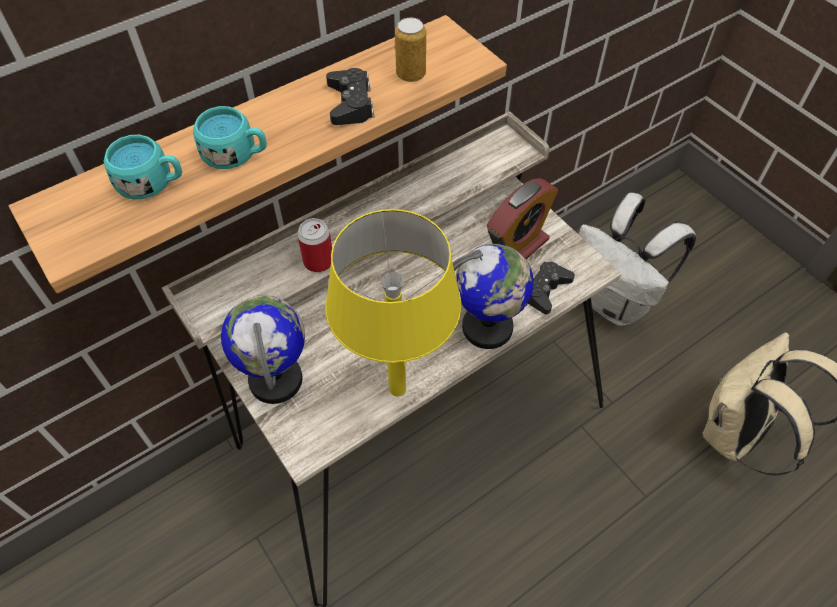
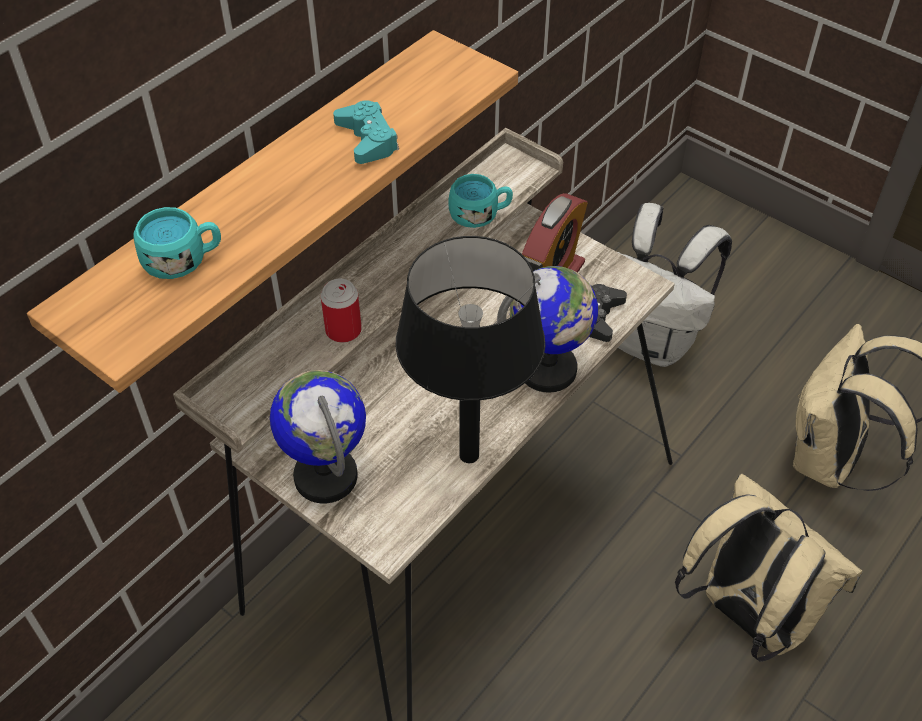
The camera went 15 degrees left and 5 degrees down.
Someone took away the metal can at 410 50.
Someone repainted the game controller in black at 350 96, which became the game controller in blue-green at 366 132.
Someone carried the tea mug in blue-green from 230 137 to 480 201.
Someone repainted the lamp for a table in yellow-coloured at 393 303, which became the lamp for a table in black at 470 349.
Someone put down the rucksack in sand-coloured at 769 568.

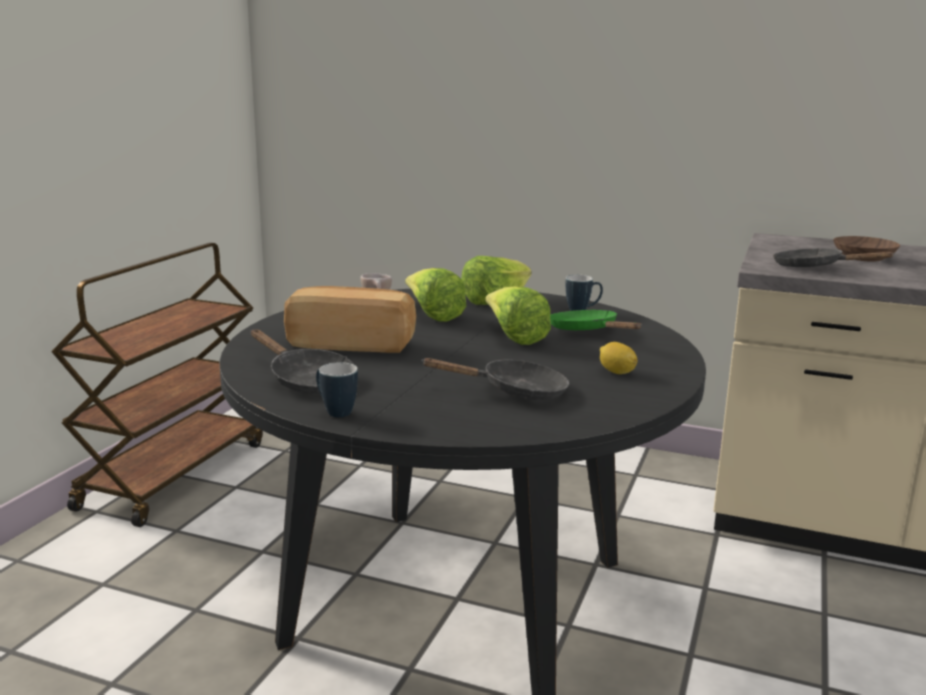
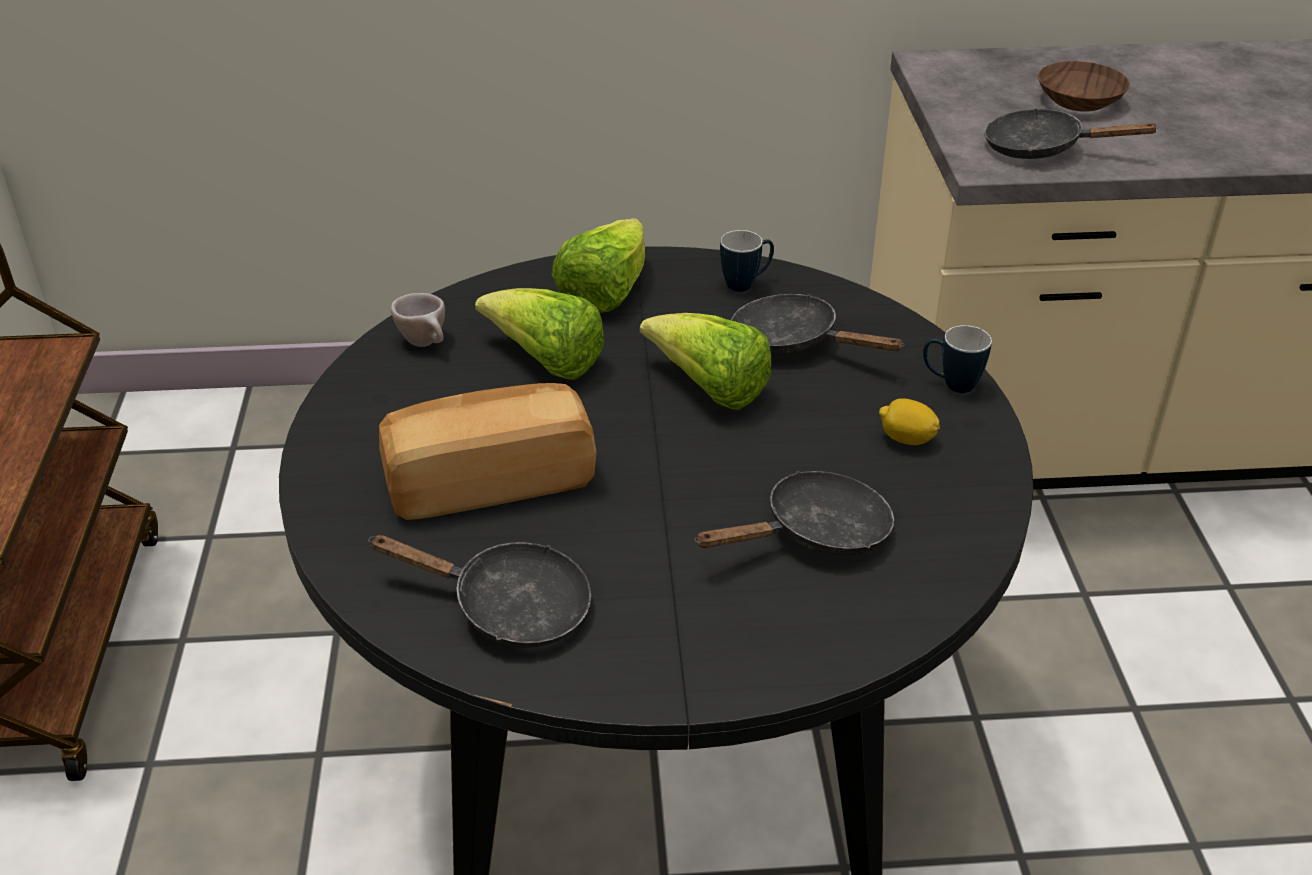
The camera went 25 degrees left and 20 degrees up.
Someone repainted the pan in green at 596 320, which became the pan in black at 817 324.
Someone carried the tea mug from 337 389 to 957 359.

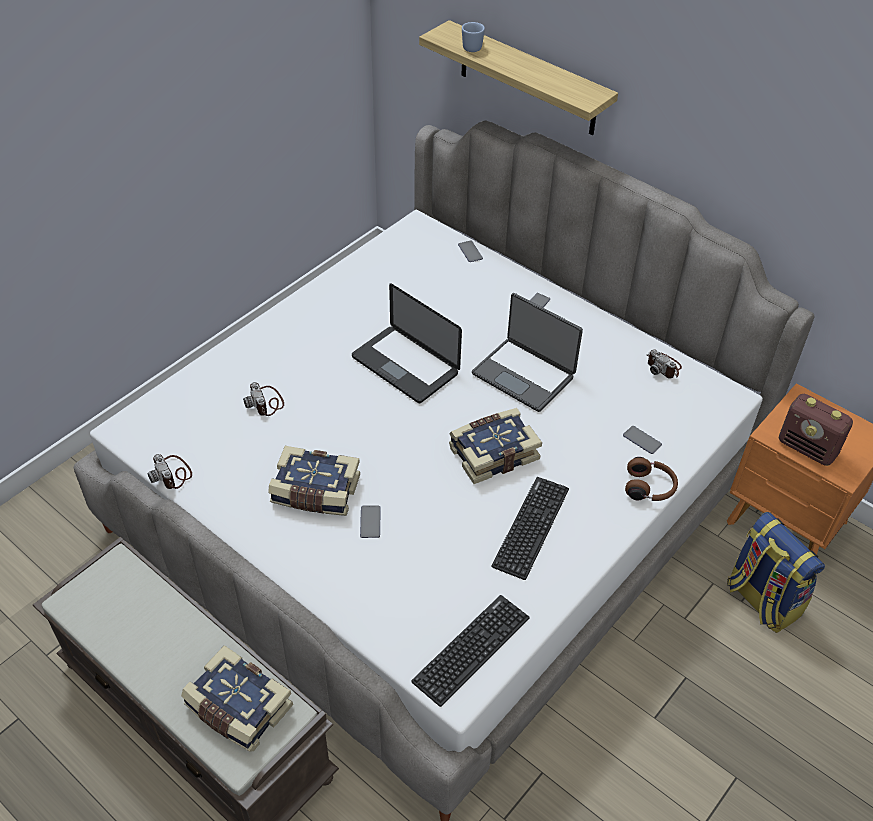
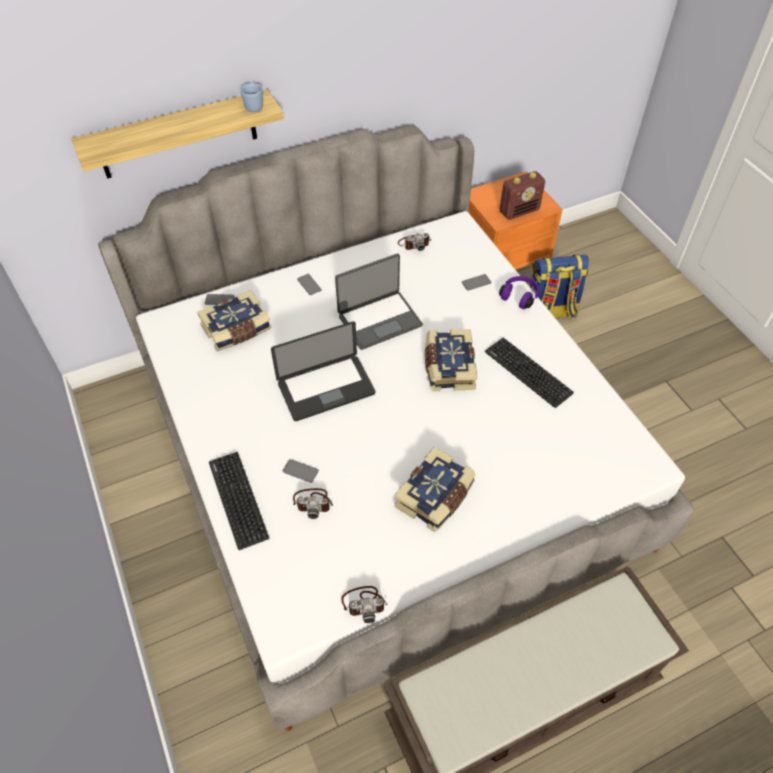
The camera went 65 degrees left and 5 degrees up.
Someone carried the tea mug in blue from 473 37 to 251 97.
Someone repainted the headphones in brownish at 651 479, which became the headphones in purplish at 519 292.
Someone carried the phone from 370 521 to 301 471.
Someone carried the computer keyboard from 470 651 to 239 501.
Someone carried the volume from 237 698 to 234 321.

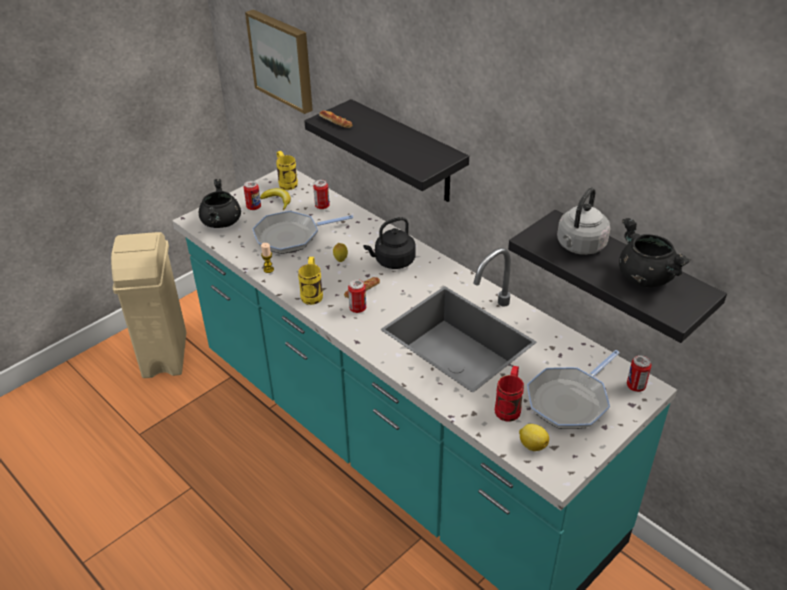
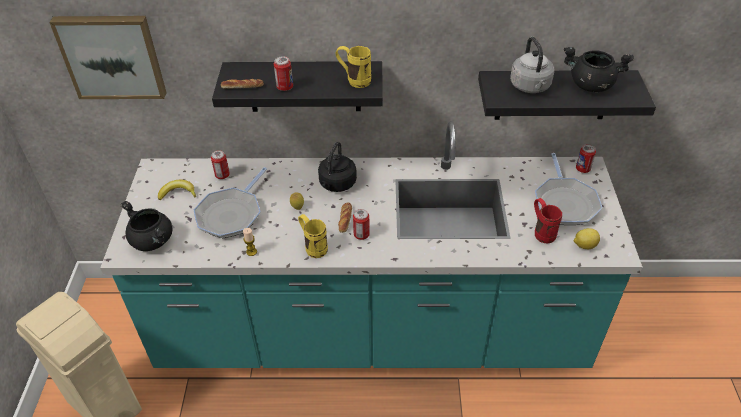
The camera went 45 degrees left and 5 degrees up.
Someone carried the tea mug in yellow-coloured from 287 170 to 353 67.
Someone carried the metal can from 252 195 to 283 73.

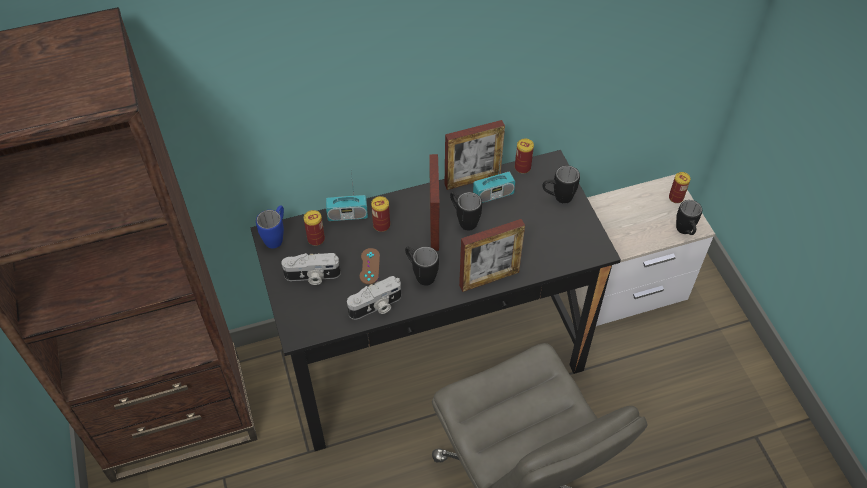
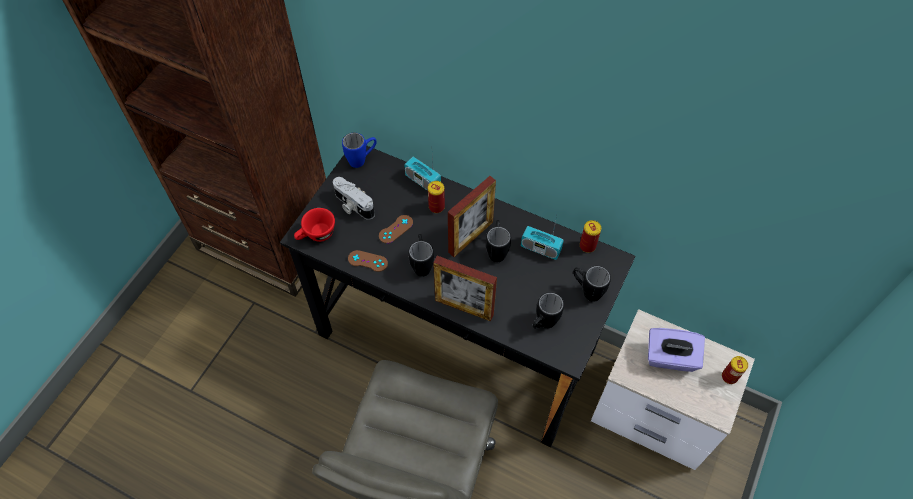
The camera went 45 degrees right and 5 degrees up.
Someone took away the photo frame at 475 155.
Someone carried the tea mug in black from 689 217 to 548 310.
Someone took away the metal can at 314 228.
Someone swapped the photo camera at 374 298 for the game controller in brownish at 368 261.
Someone put down the drinking cup in red at 314 225.
Someone put down the box of tissues in purplish at 676 350.

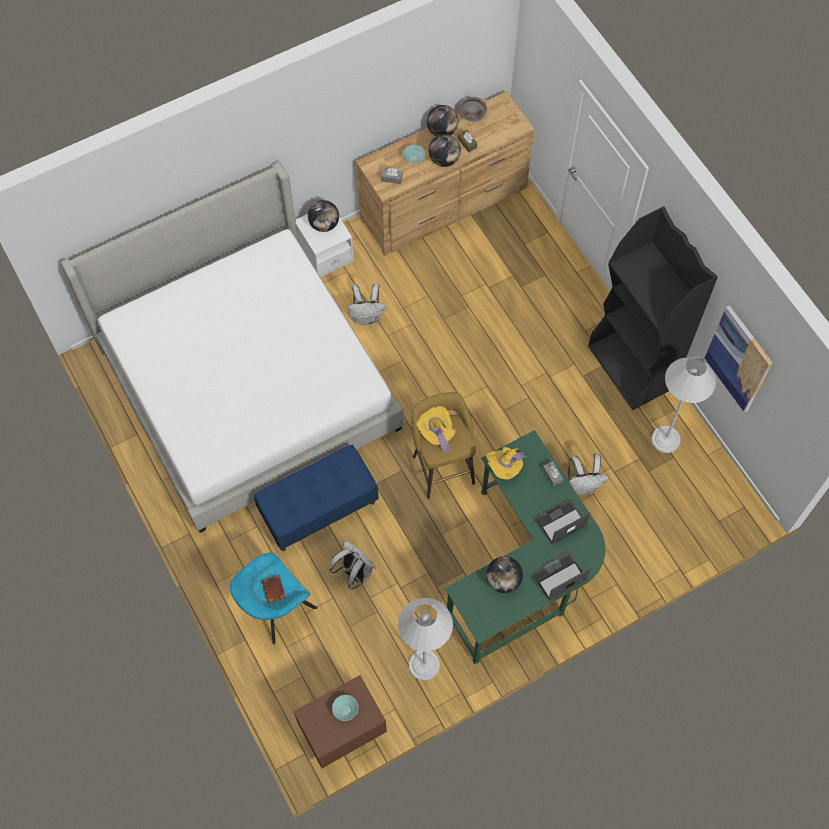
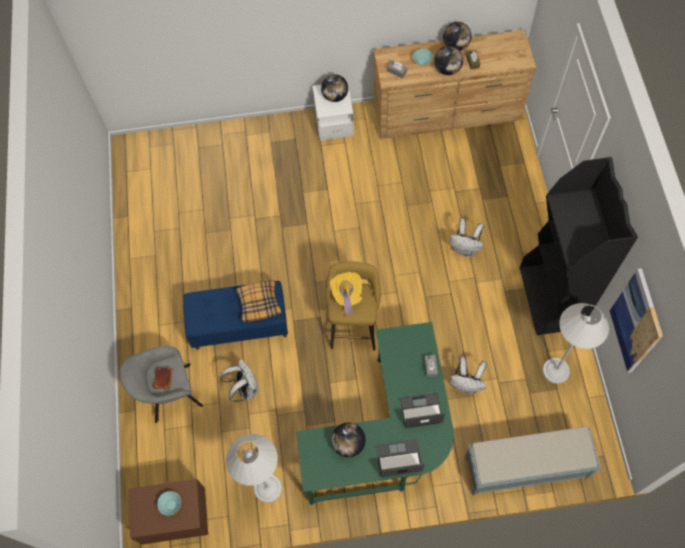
The camera went 25 degrees right and 0 degrees up.
Someone took away the bowl in grey at 473 109.
Someone took away the bedroom bed at 232 347.
Someone carried the rucksack in whitish from 367 304 to 467 237.
Someone took away the clothing hat in yellow-coloured at 507 463.
Someone repainted the lounge chair in blue-green at 273 598, which became the lounge chair in grey at 161 384.
Someone put down the throw pillow at 259 301.
Someone put down the long seat in grey at 533 461.

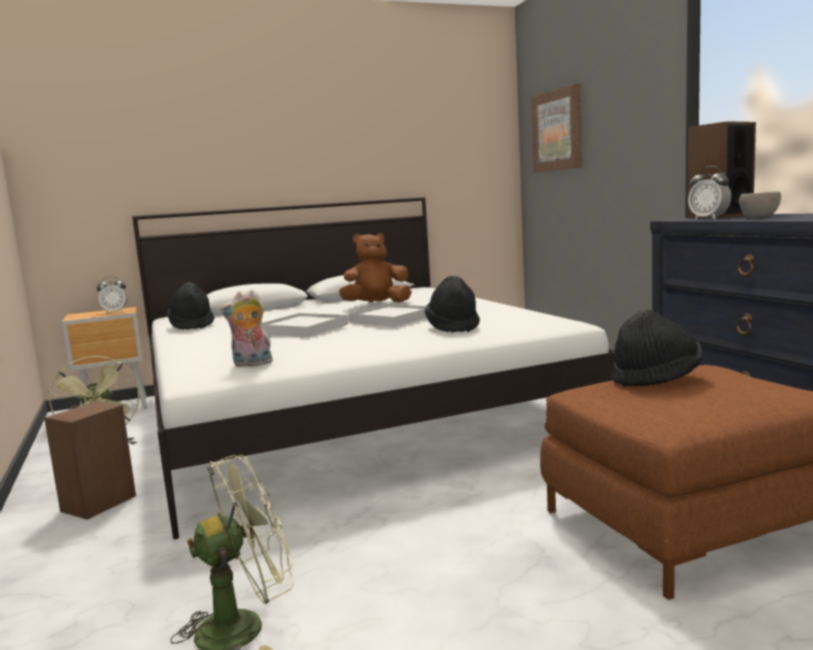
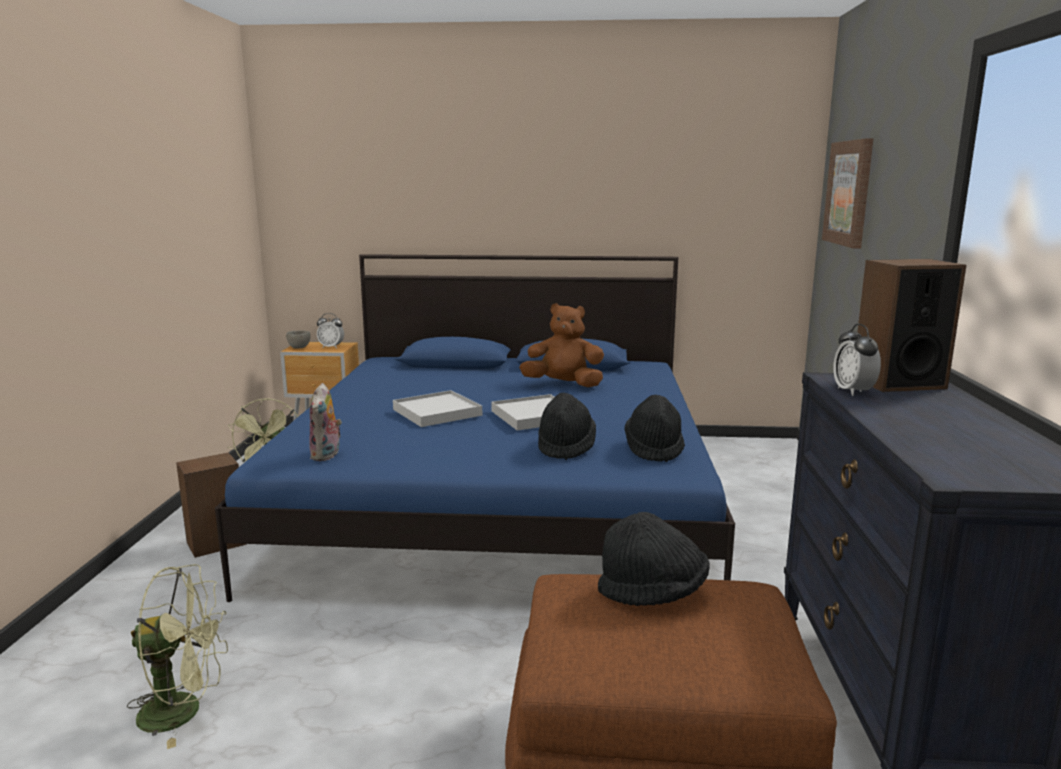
The camera went 25 degrees right and 5 degrees up.
Someone carried the bowl in grey from 760 204 to 298 339.
Someone repainted the bedroom bed in whitish at 373 368, which became the bedroom bed in blue at 475 428.
Someone carried the clothing hat in black from 191 306 to 654 428.
Someone rotated the plush toy at 246 328 by 105 degrees counterclockwise.

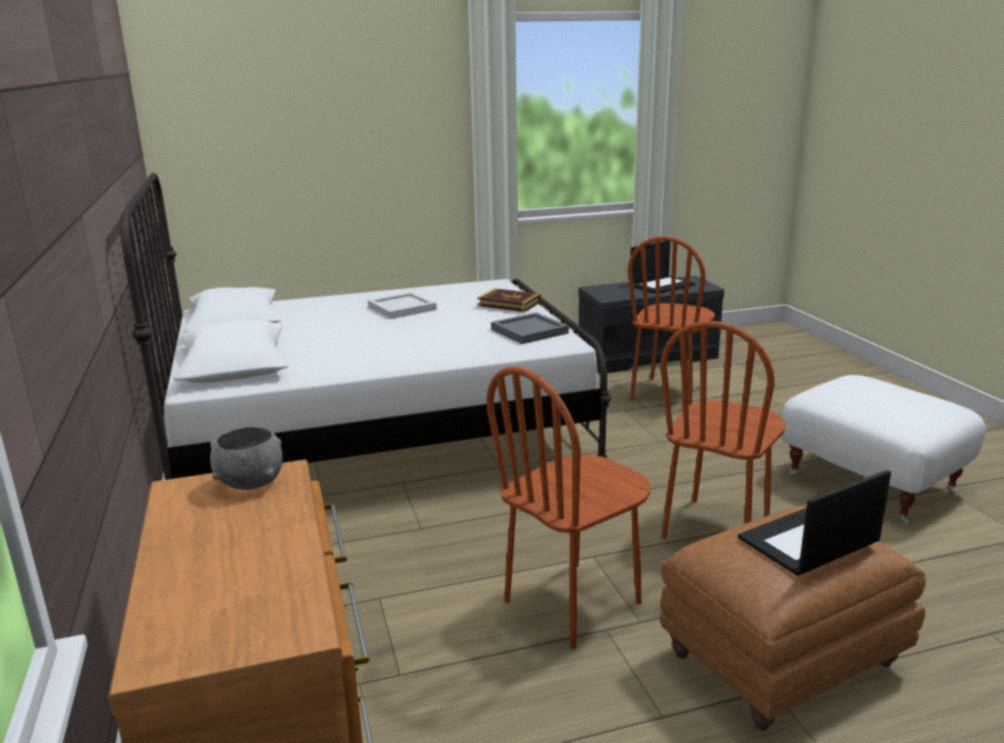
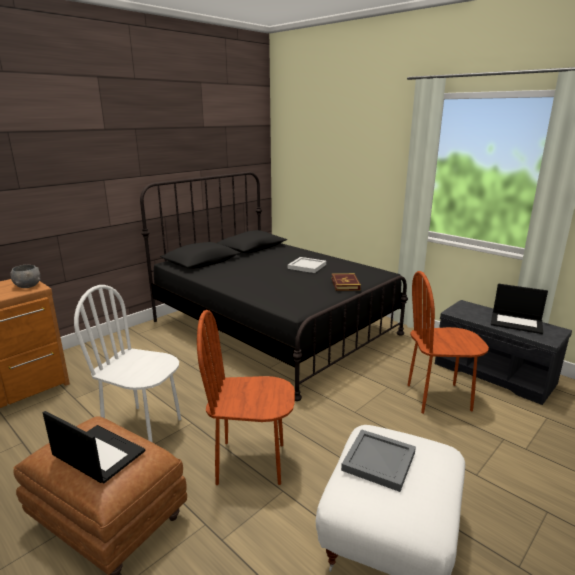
The camera went 60 degrees right and 0 degrees up.
Someone repainted the bedroom bed in whitish at 365 326, which became the bedroom bed in black at 274 286.
Someone carried the carrying tray in grey from 530 328 to 378 460.
Someone repainted the plain chair in brownish at 569 507, which became the plain chair in whitish at 127 364.

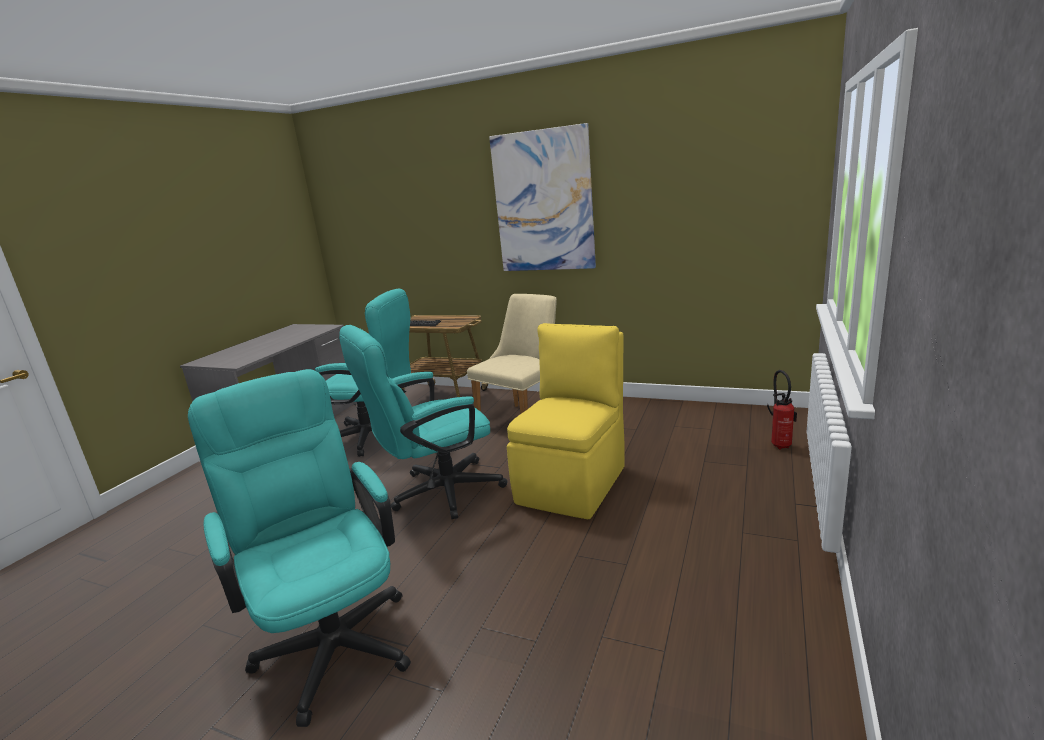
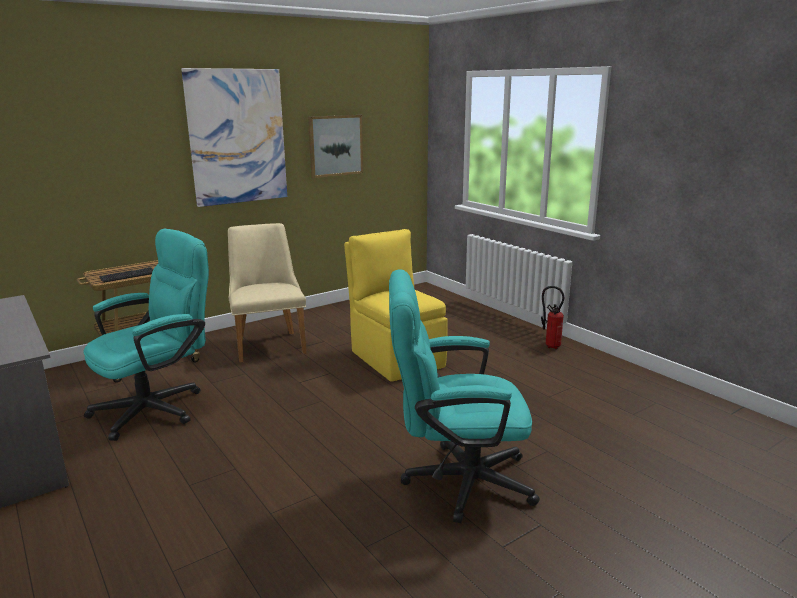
The camera went 60 degrees left and 0 degrees up.
Someone took away the office chair in blue-green at 423 422.
Someone carried the extinguisher from 782 409 to 552 317.
Someone put up the wall picture at 335 146.

